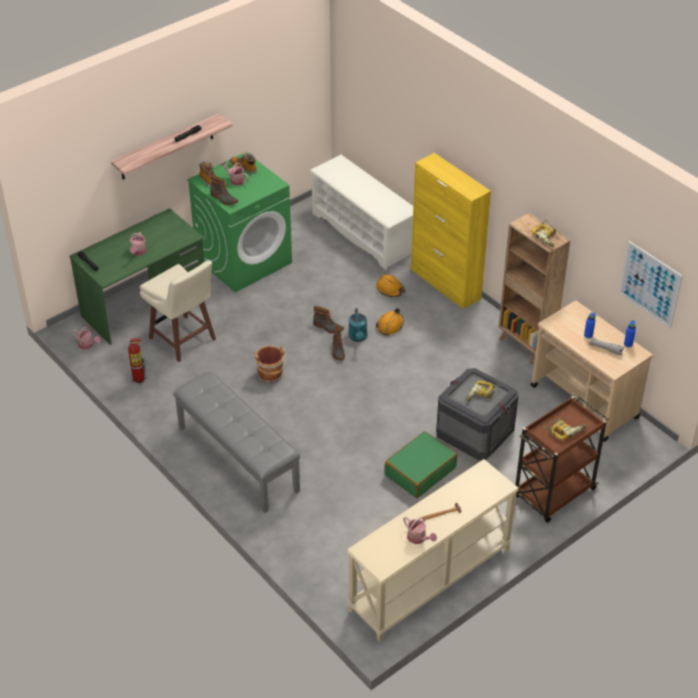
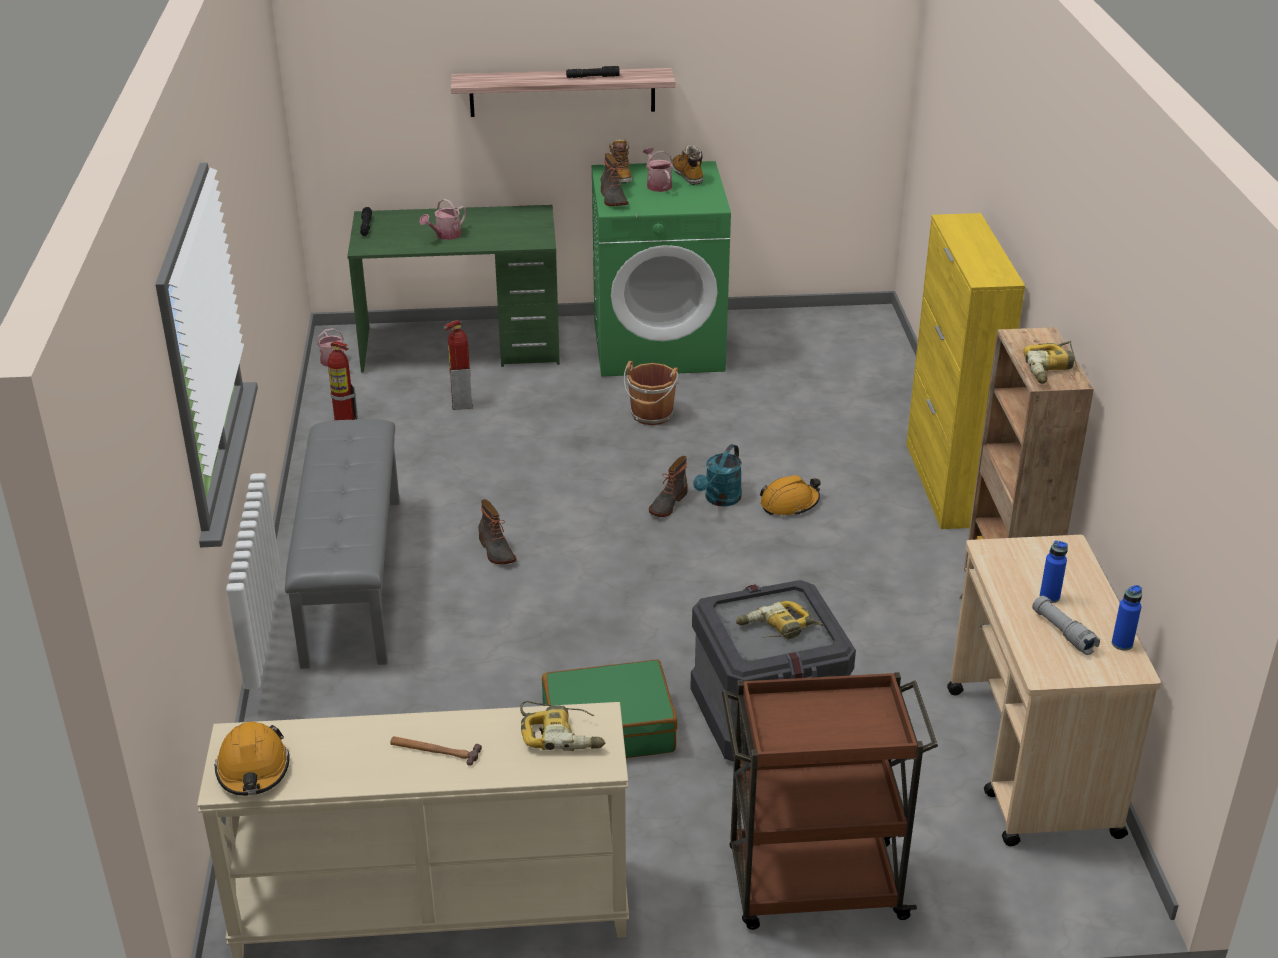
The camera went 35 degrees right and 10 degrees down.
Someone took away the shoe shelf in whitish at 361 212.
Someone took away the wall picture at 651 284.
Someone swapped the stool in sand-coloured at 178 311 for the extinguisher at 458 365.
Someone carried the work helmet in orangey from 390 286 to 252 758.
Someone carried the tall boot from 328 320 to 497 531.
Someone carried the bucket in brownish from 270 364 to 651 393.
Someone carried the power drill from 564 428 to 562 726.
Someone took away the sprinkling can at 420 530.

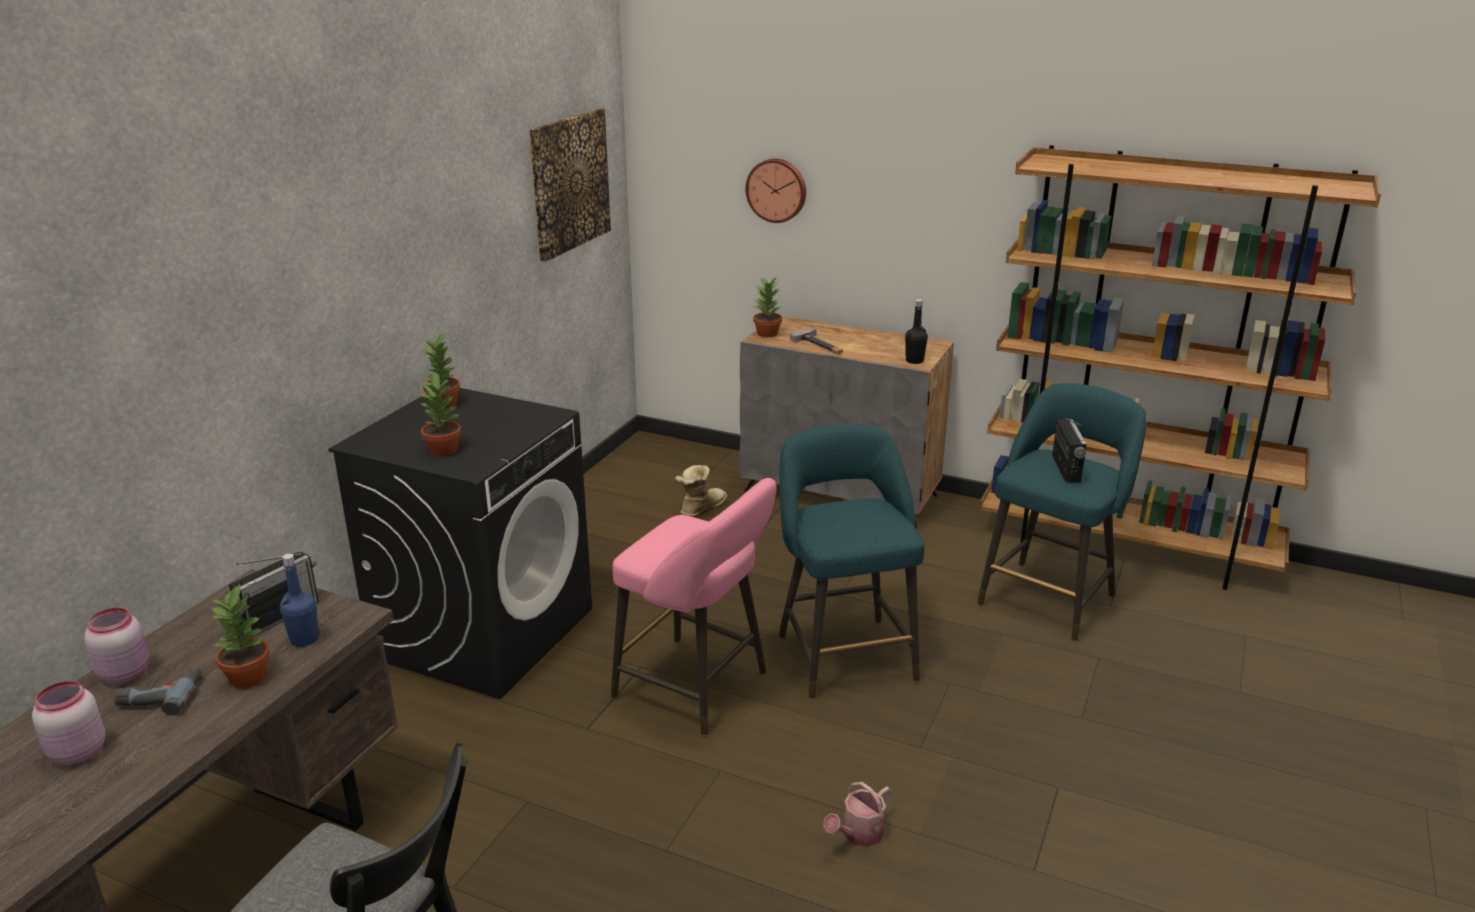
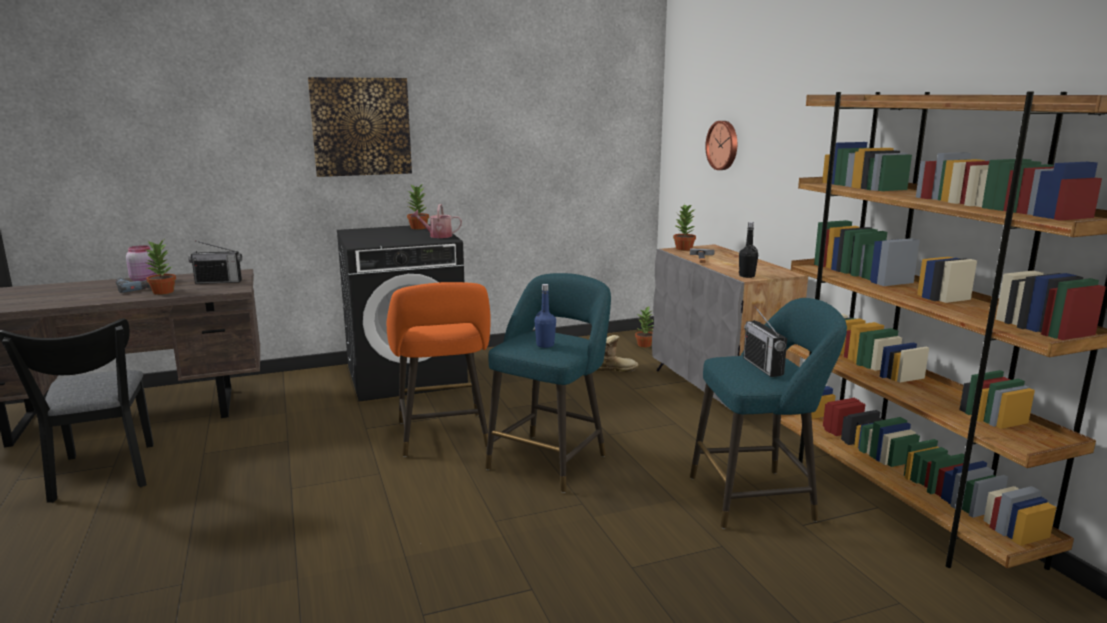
The camera went 45 degrees right and 10 degrees down.
Someone carried the wall picture from 570 185 to 360 127.
Someone carried the plant in a pot from 439 413 to 644 327.
Someone rotated the radio receiver at 1069 450 by 120 degrees clockwise.
Someone repainted the stool in pink at 694 607, which became the stool in orangey at 439 369.
Someone carried the beverage bottle in blue from 300 600 to 545 316.
Someone took away the storage jar in pink at 69 723.
Someone carried the sprinkling can from 857 814 to 436 221.

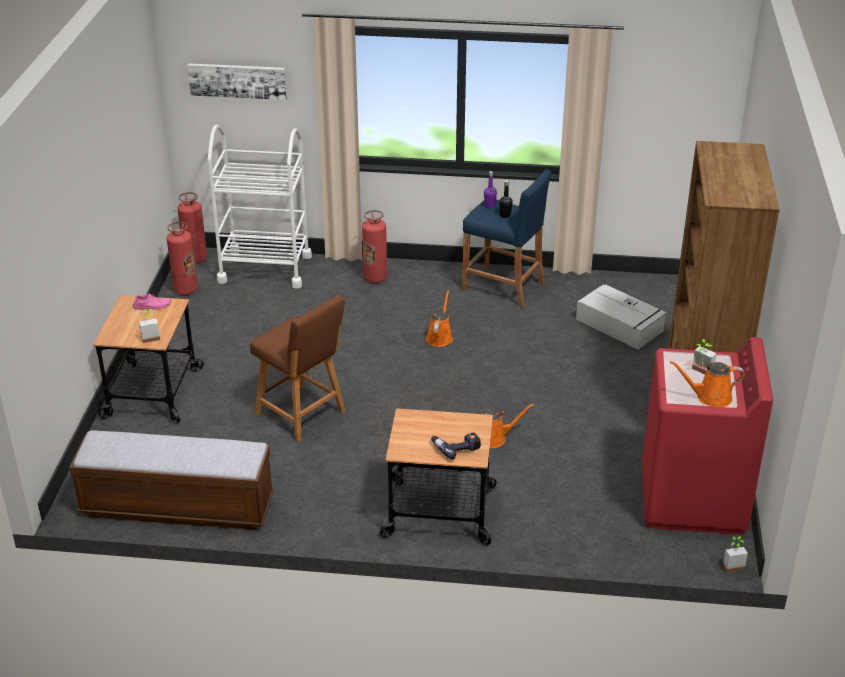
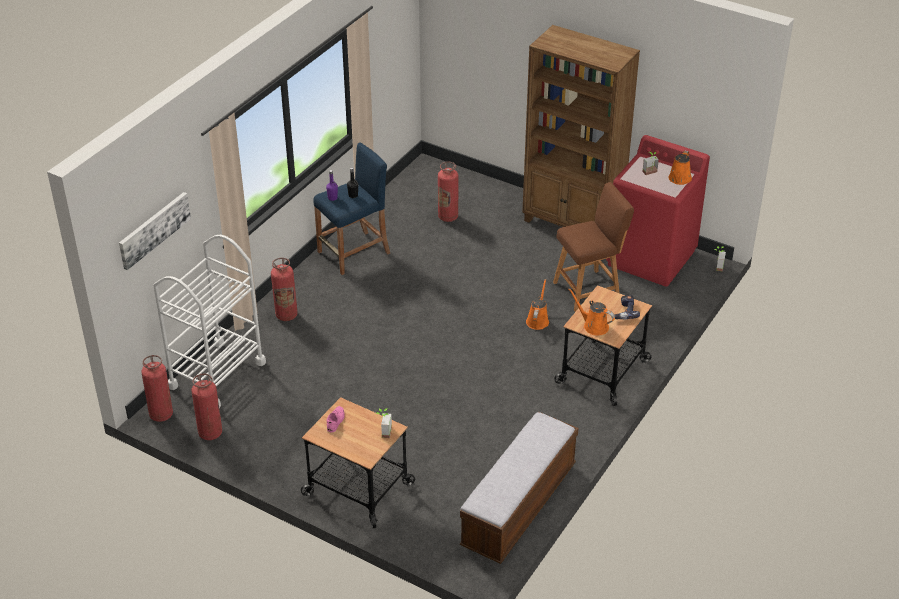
The camera went 65 degrees left and 5 degrees up.
Someone swapped the storage box in grey at 621 317 for the extinguisher at 448 192.
Someone carried the sprinkling can in orangey from 439 318 to 591 311.
Someone carried the stool in brownish from 297 368 to 593 247.

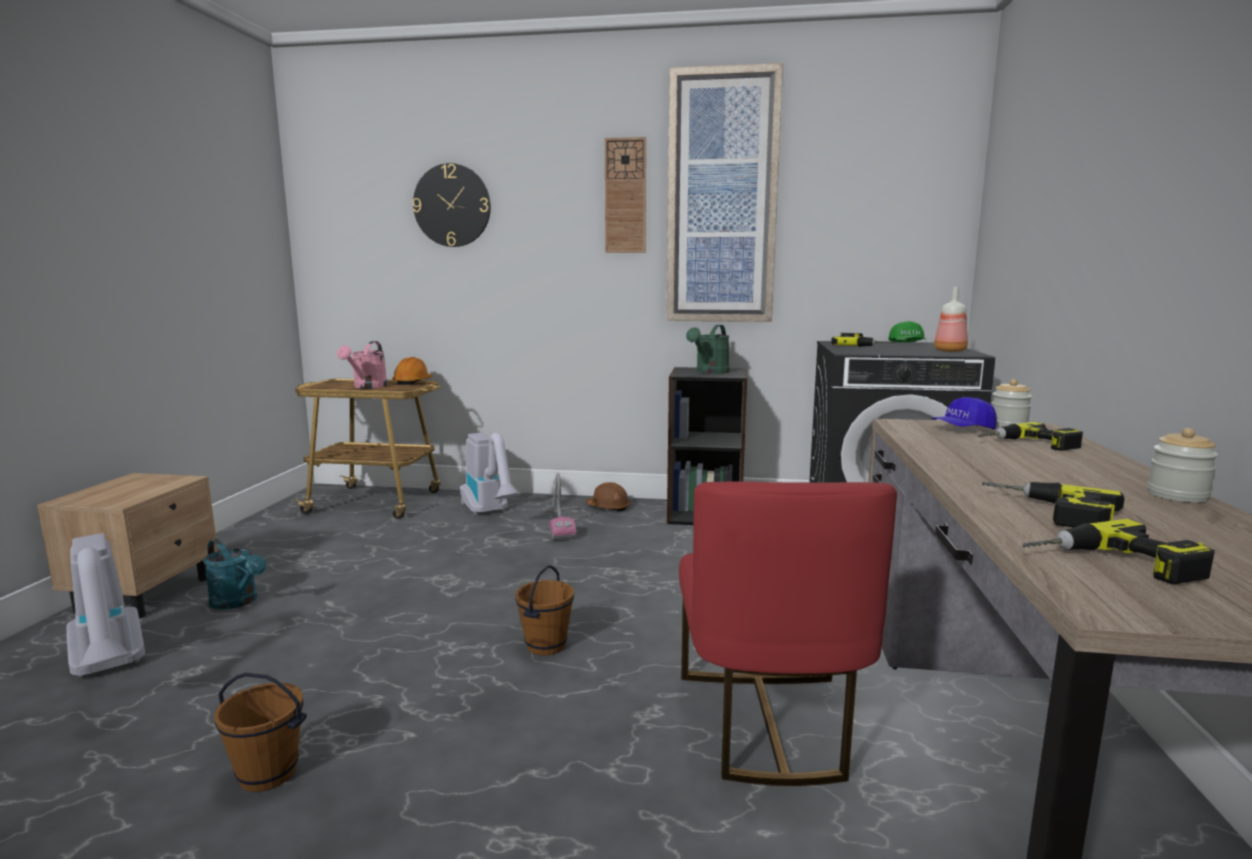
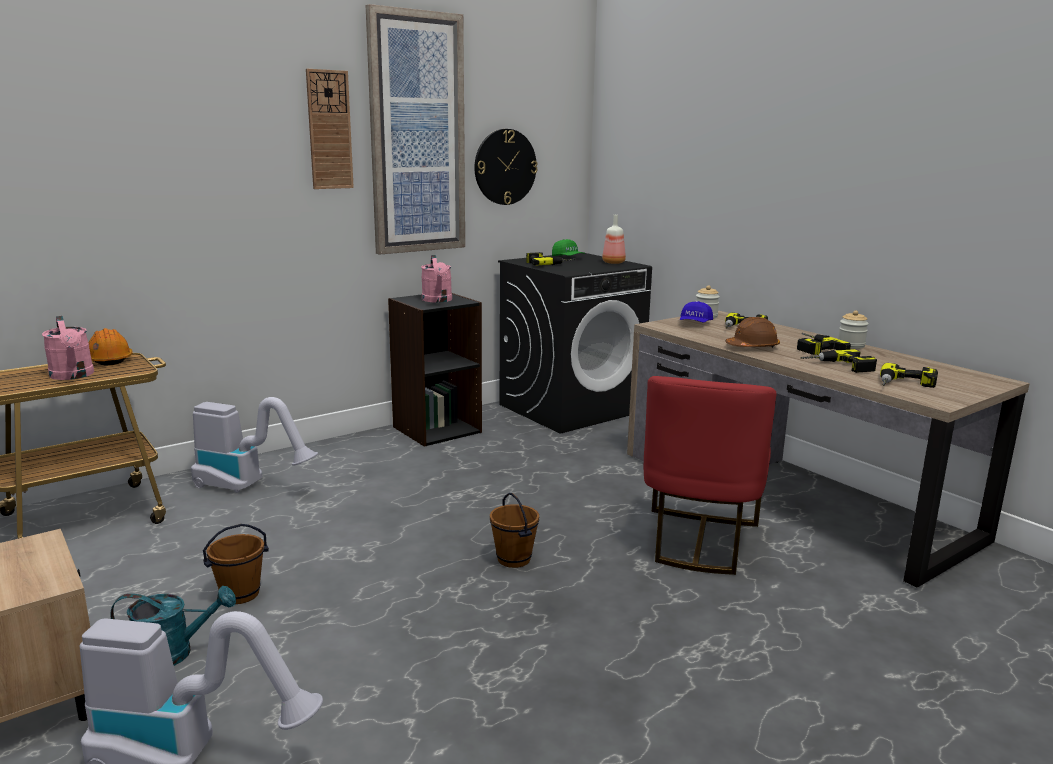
The camera went 45 degrees left and 5 degrees up.
Someone carried the wall clock from 451 205 to 506 167.
Someone repainted the sprinkling can in green at 708 349, which became the sprinkling can in pink at 436 279.
Someone took away the hoover at 559 506.
Someone carried the work helmet in brownish from 608 497 to 752 332.
Someone rotated the plain chair in red at 788 634 by 60 degrees clockwise.
Someone carried the bucket in brownish from 260 732 to 236 564.
Someone put down the power drill at 824 344.

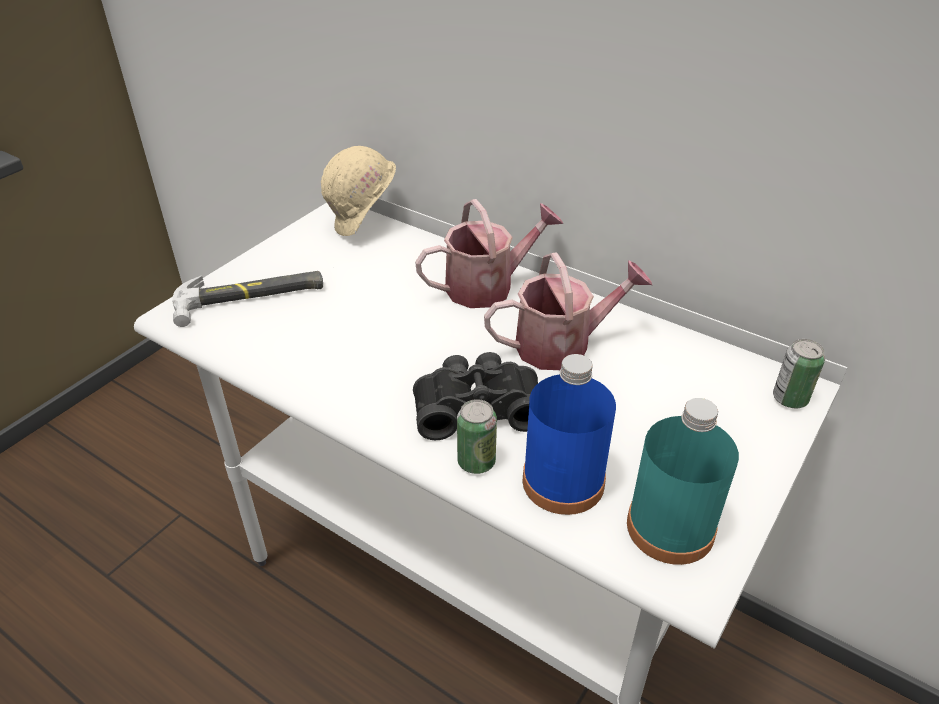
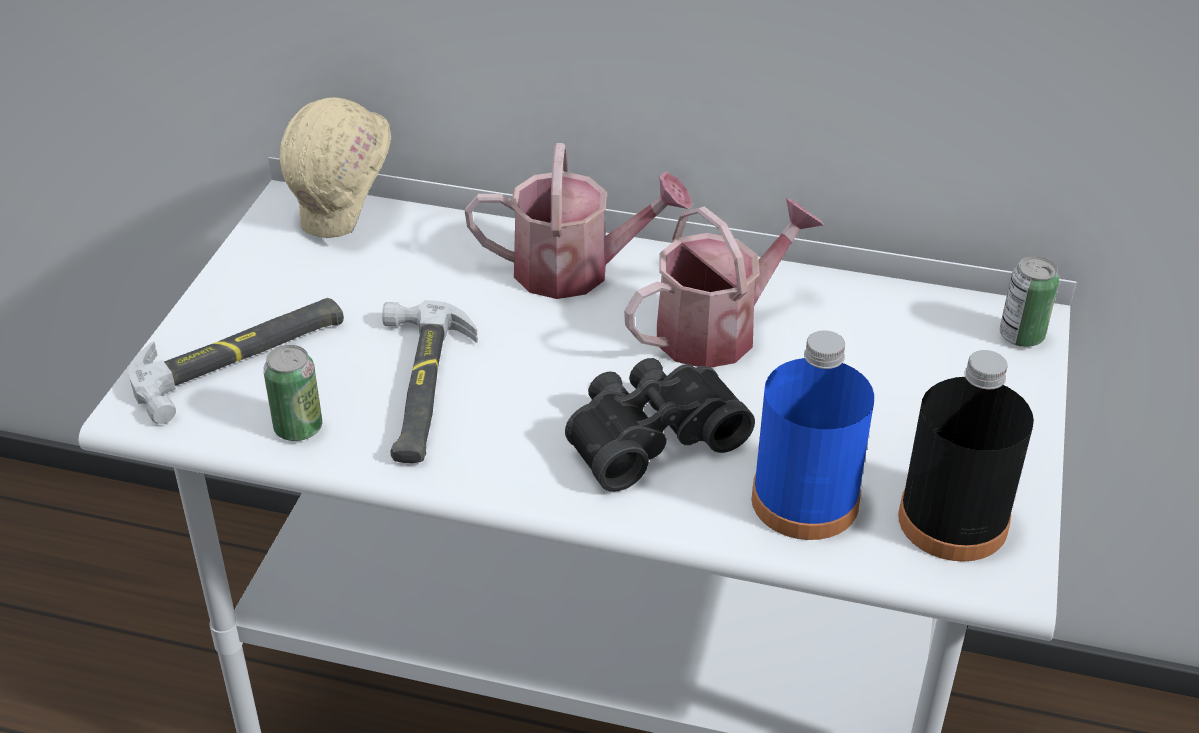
The camera went 20 degrees left and 0 degrees up.
Someone rotated the sprinkling can at 489 253 by 45 degrees clockwise.
Someone repainted the beverage bottle in blue-green at 683 481, which became the beverage bottle in black at 966 456.
Someone carried the metal can from 477 436 to 292 393.
Someone put down the hand hammer at 430 381.

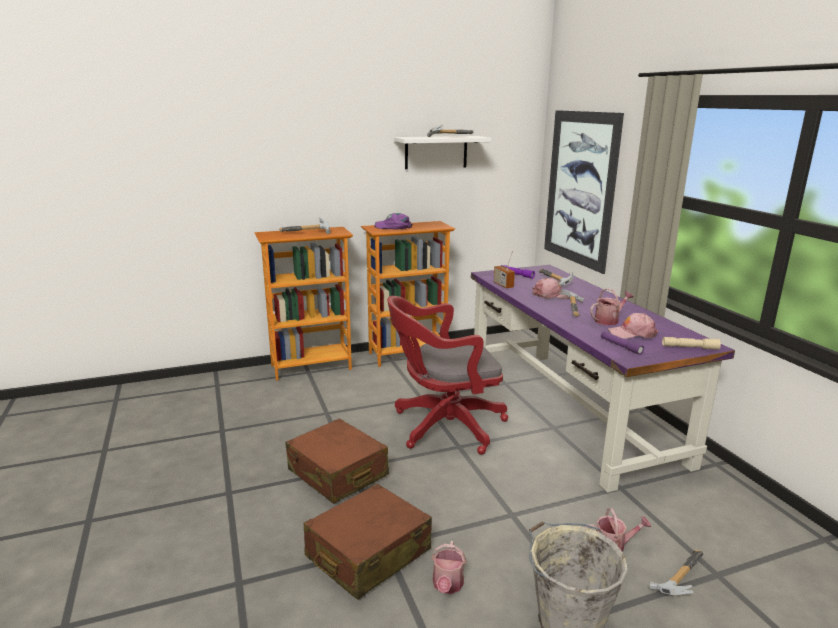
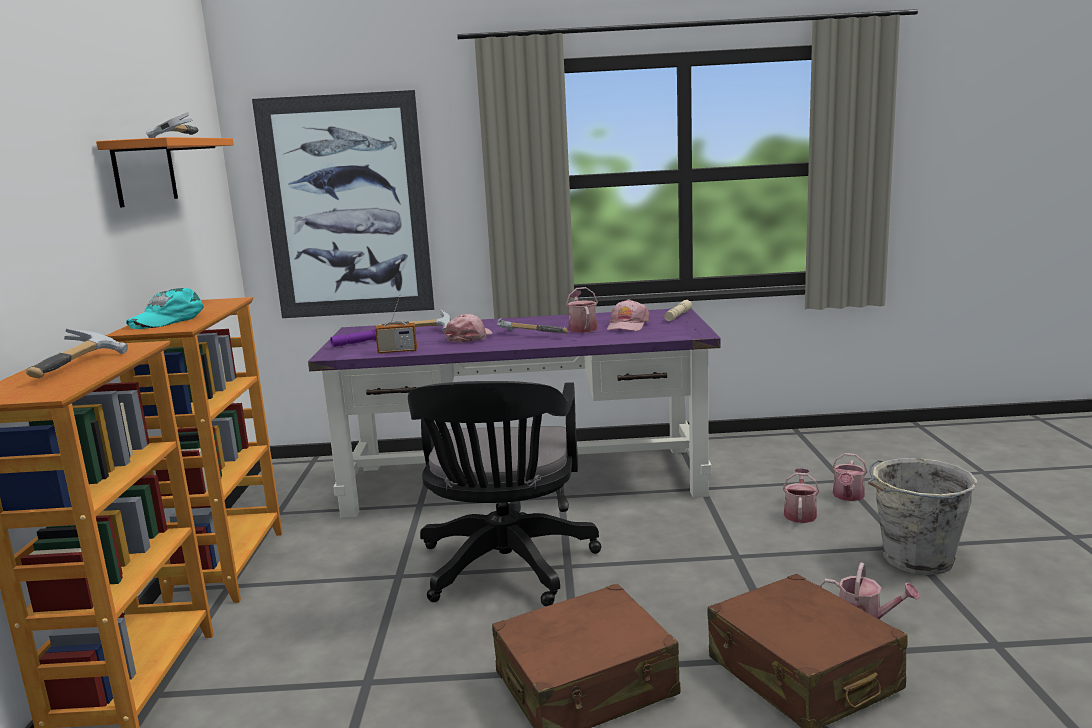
The camera went 70 degrees left and 5 degrees down.
Someone repainted the shelf in whitish at 443 152, which became the shelf in orangey at 165 172.
Someone repainted the cap in purplish at 393 221, which became the cap in blue-green at 165 308.
Someone repainted the office chair in red at 447 375, which became the office chair in black at 505 494.
Someone took away the torch in purplish at 622 343.
Someone swapped the hand hammer at 676 572 for the sprinkling can at 850 477.

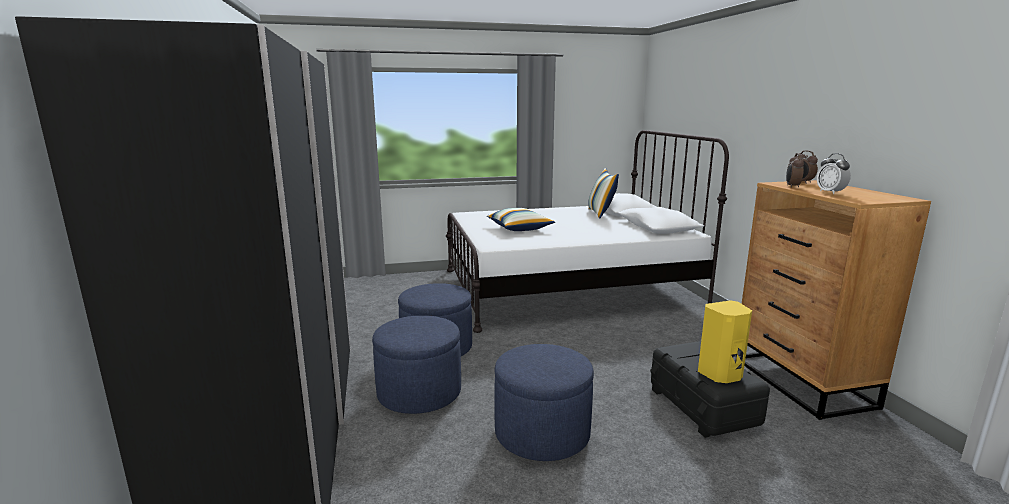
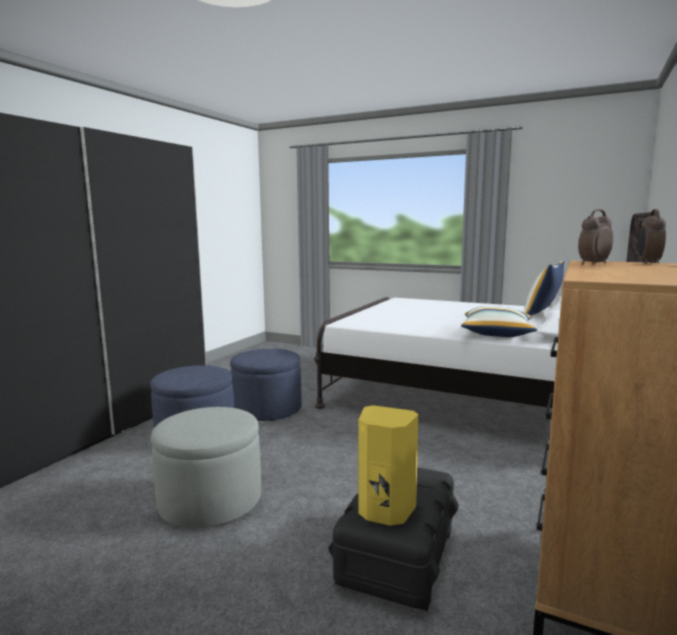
The camera went 40 degrees right and 5 degrees down.
Someone took away the table clock at 834 173.
Someone carried the throw pillow from 521 219 to 499 321.
Someone repainted the pouffe in blue at 544 402, which became the pouffe in grey at 206 467.

